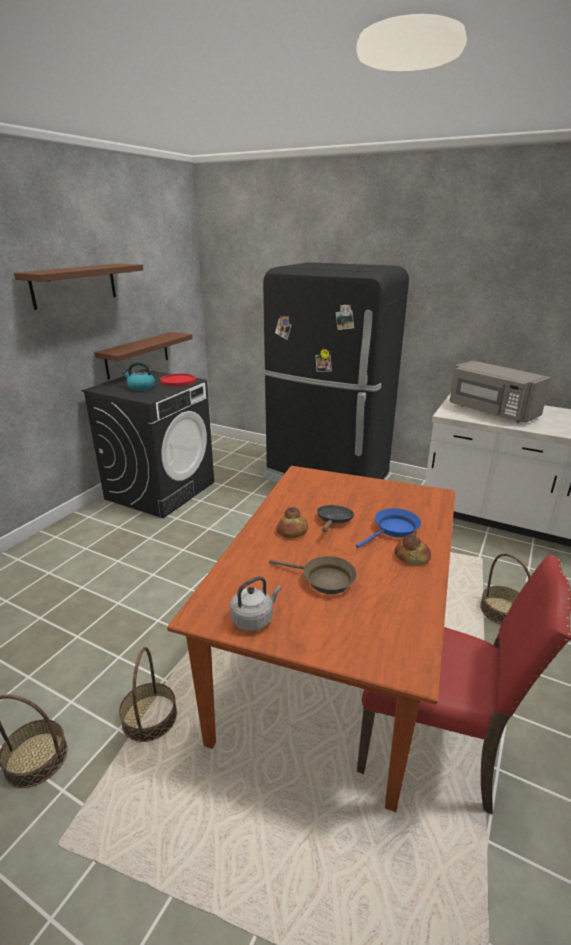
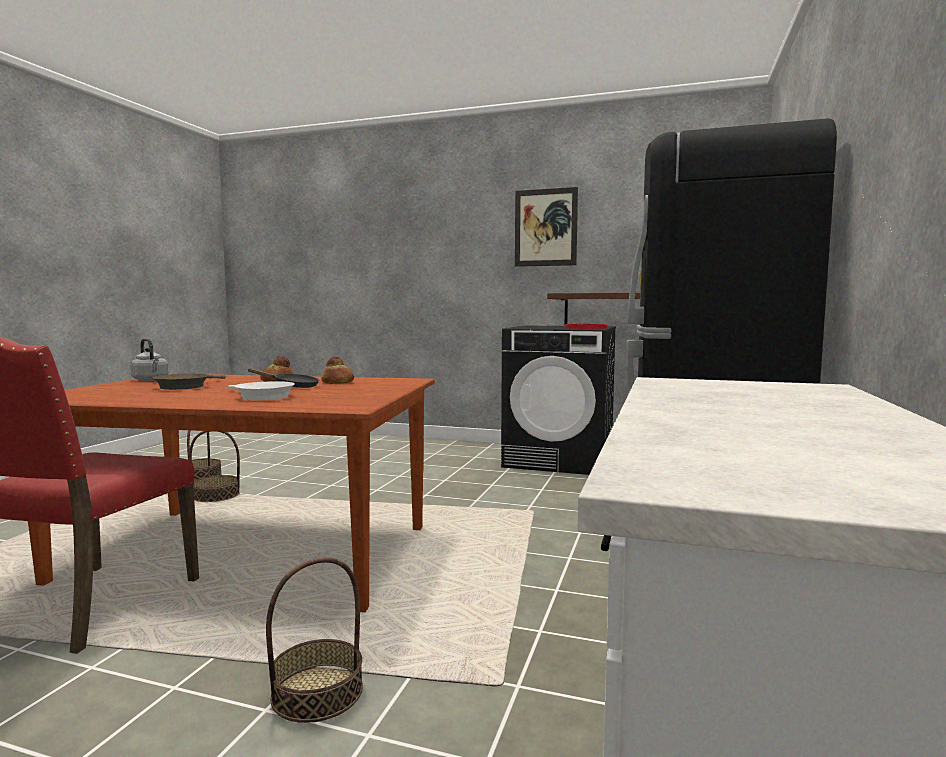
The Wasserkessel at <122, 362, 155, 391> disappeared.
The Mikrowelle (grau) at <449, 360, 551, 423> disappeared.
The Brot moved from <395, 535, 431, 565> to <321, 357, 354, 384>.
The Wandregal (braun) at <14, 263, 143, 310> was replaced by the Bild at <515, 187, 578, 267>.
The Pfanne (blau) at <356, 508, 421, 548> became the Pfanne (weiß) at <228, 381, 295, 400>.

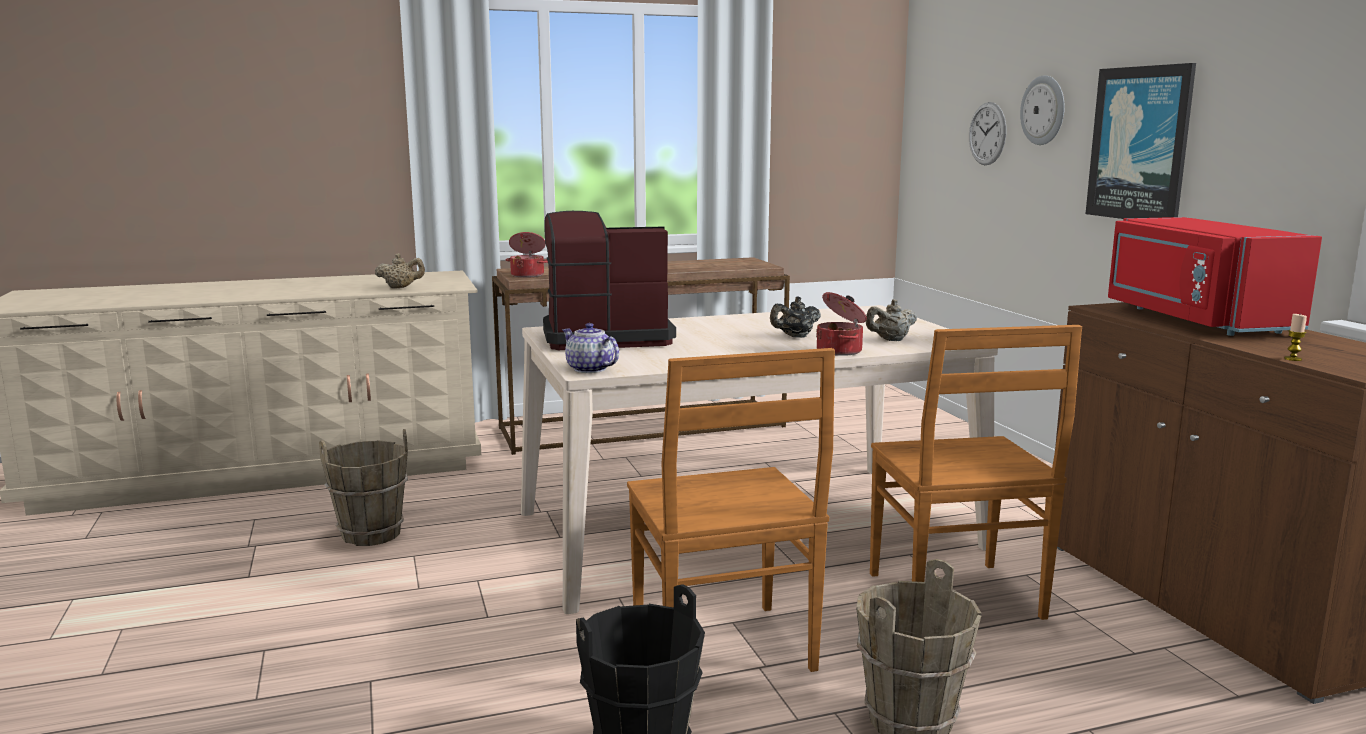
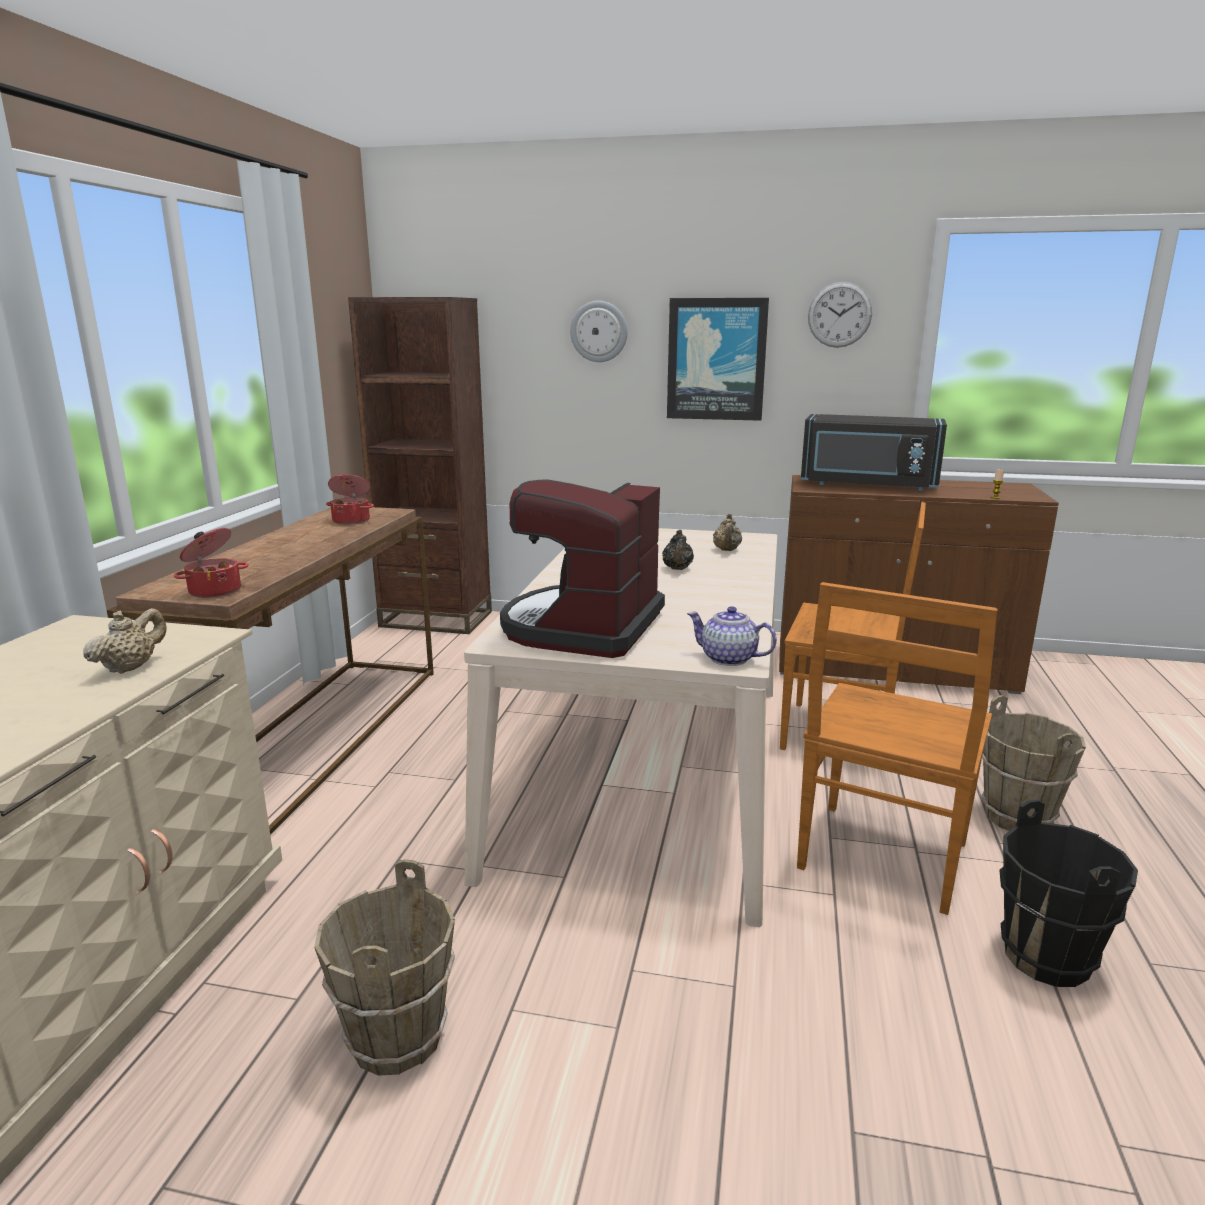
The Bücherregal (braun) at <348, 297, 492, 634> appeared.
The Kochtopf moved from <816, 292, 867, 356> to <326, 474, 374, 525>.
The Wanduhr moved from <969, 102, 1006, 165> to <808, 282, 872, 348>.
The Mikrowelle (rot) at <1108, 217, 1322, 336> became the Mikrowelle (schwarz) at <801, 414, 947, 491>.
The Teekanne at <562, 323, 619, 373> turned 45 degrees clockwise.
The Stuhl (braun) at <627, 348, 835, 672> turned 105 degrees clockwise.

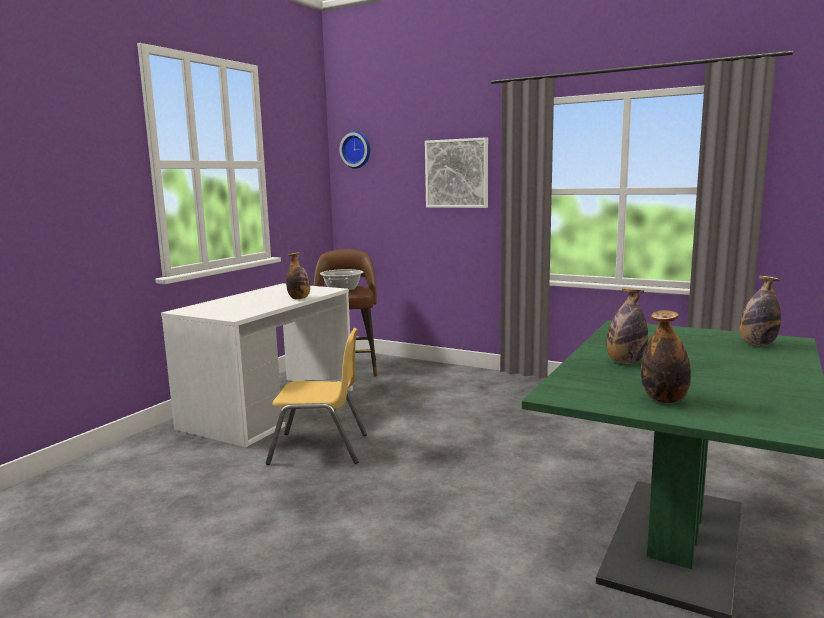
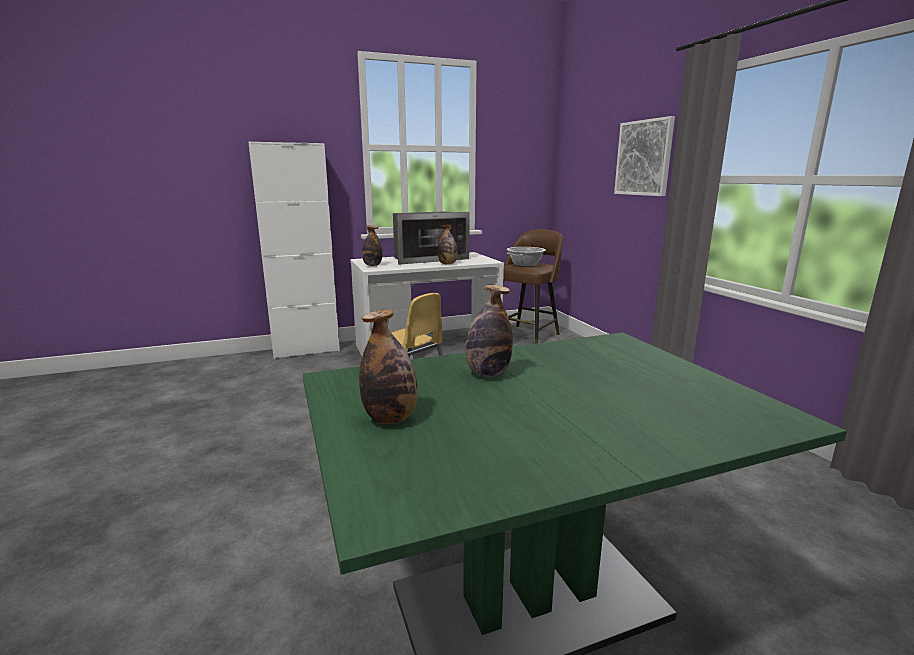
The Wanduhr at <339, 131, 370, 169> disappeared.
The Schrank (weiß) at <248, 142, 340, 359> appeared.
The Mikrowelle at <393, 211, 470, 265> appeared.
The Flasche moved from <739, 276, 781, 346> to <362, 225, 383, 266>.

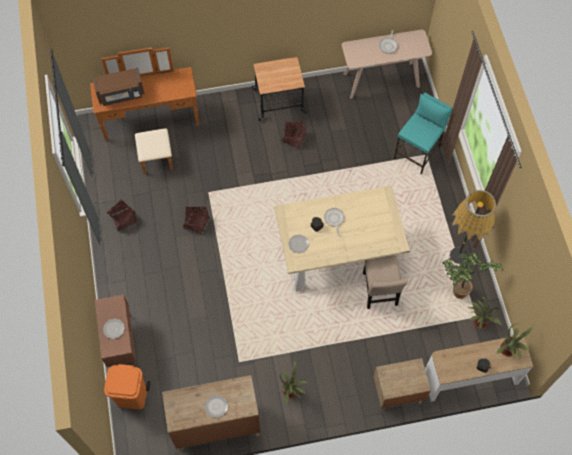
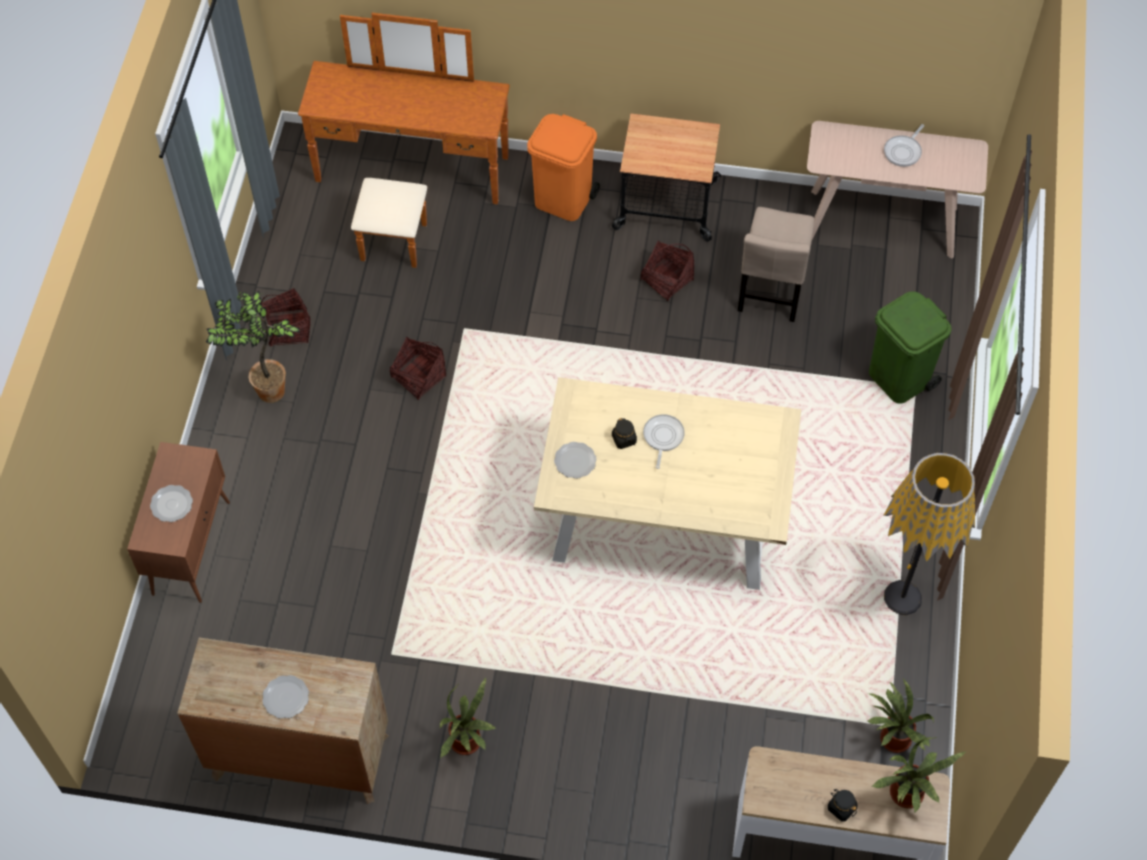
The Mikrowelle (braun) at <93, 68, 144, 106> disappeared.
The Nachttisch (braun) at <373, 358, 431, 412> disappeared.
The Mülleimer (orange) moved from <104, 364, 150, 410> to <527, 114, 600, 221>.
The Stuhl (beige) moved from <363, 255, 408, 309> to <738, 207, 814, 322>.
The Topfpflanze moved from <442, 252, 504, 299> to <206, 291, 300, 403>.
The Hocker (türkis) at <394, 92, 452, 175> was replaced by the Mülleimer (grün) at <869, 291, 952, 404>.

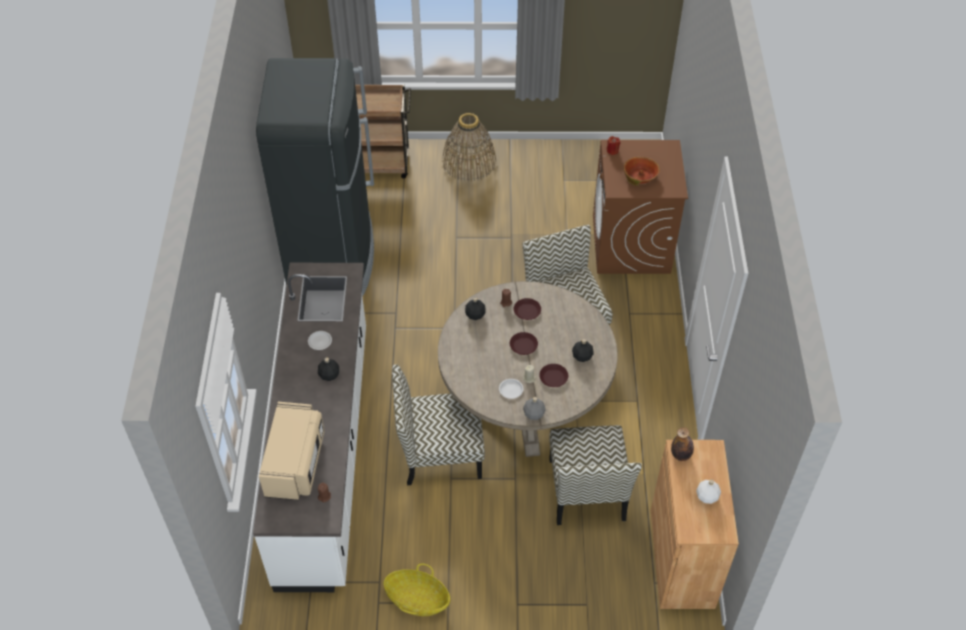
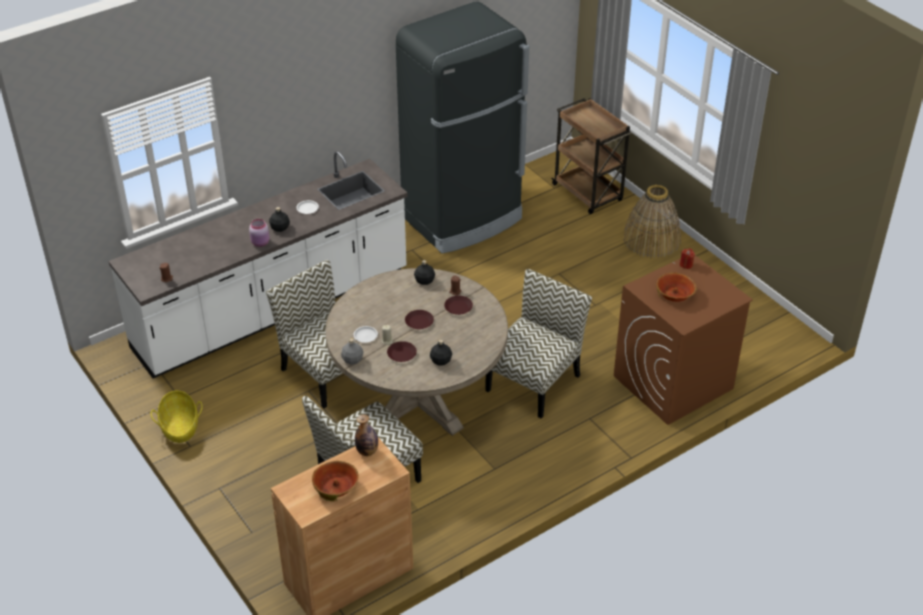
The Mikrowelle (beige) at <259, 402, 325, 500> disappeared.
The Vorratsglas (rosa) at <249, 219, 270, 247> appeared.
The Flasche (weiß) at <696, 480, 721, 504> was replaced by the Schüssel at <312, 461, 359, 502>.

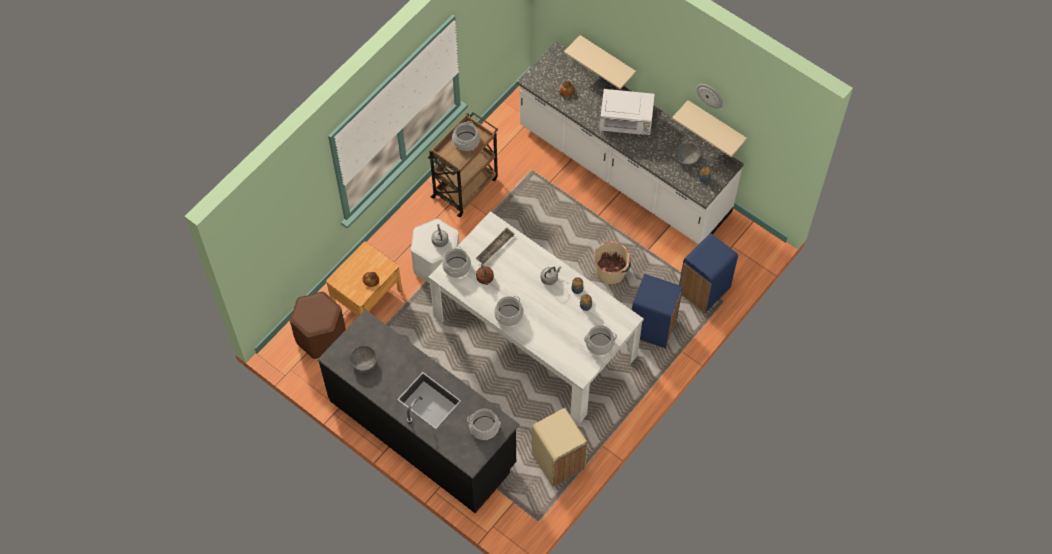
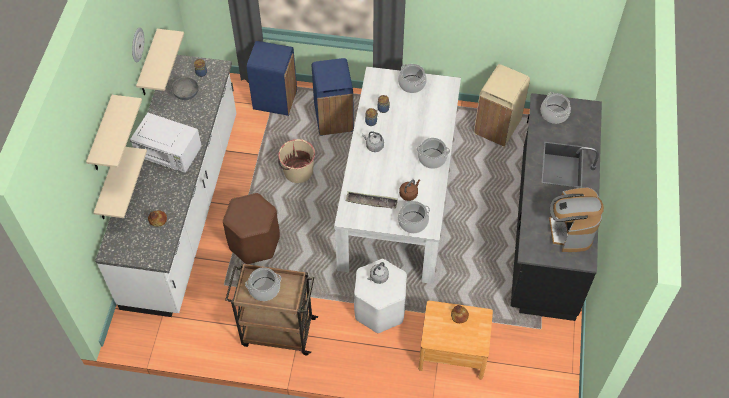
The Wandregal (beige) at <86, 95, 142, 170> appeared.
The Hocker (braun) moved from <290, 292, 346, 359> to <223, 193, 280, 264>.
The Schüssel (grau) at <350, 346, 377, 372> was replaced by the Kaffeemaschine at <549, 188, 604, 252>.
The Mikrowelle (weiß) at <600, 89, 655, 135> turned 135 degrees clockwise.

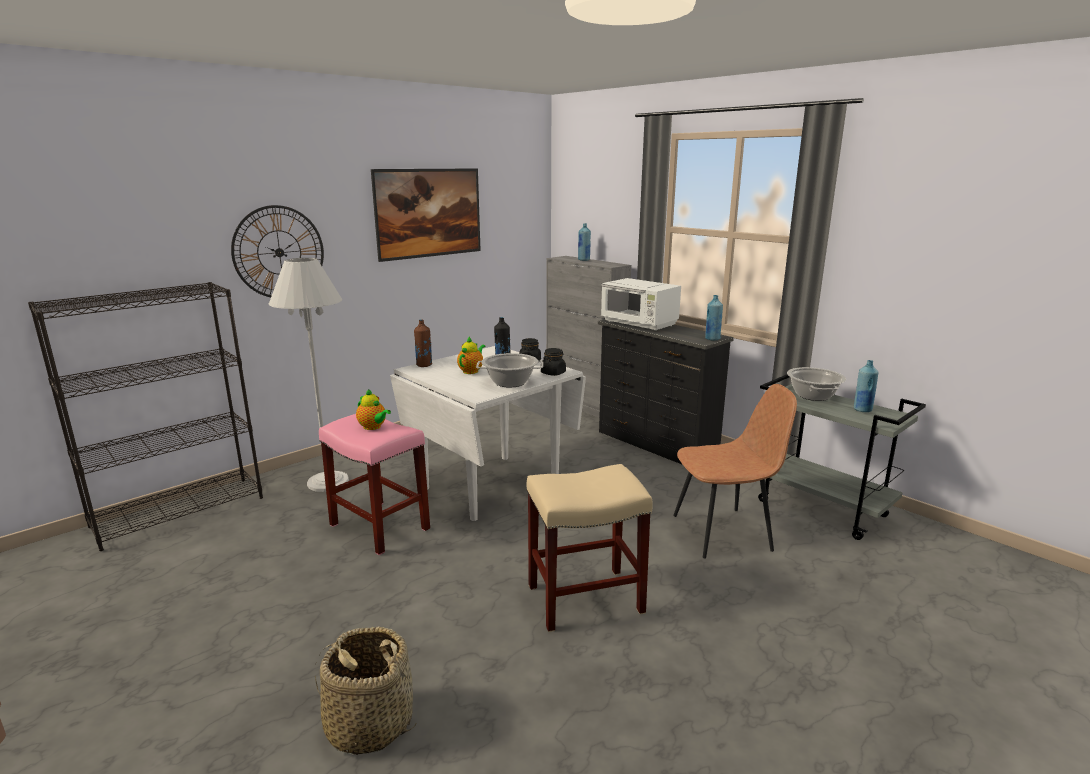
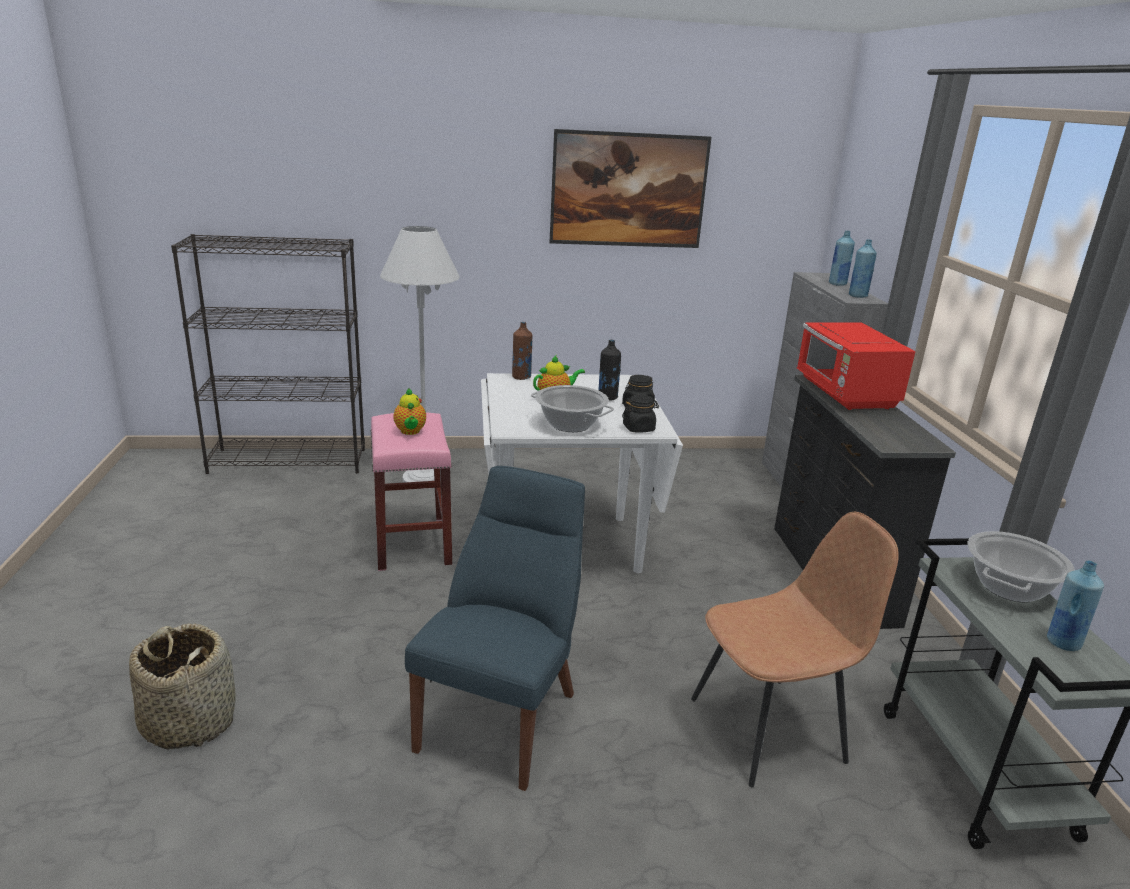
The Wanduhr at <231, 205, 324, 297> disappeared.
The Flasche (blau) moved from <705, 295, 723, 341> to <849, 239, 877, 298>.
The Hocker (beige) at <527, 464, 653, 632> was replaced by the Stuhl (blau) at <405, 466, 585, 791>.
The Mikrowelle (weiß) at <601, 278, 681, 331> became the Mikrowelle (rot) at <797, 322, 916, 410>.
The Stuhl (braun) at <673, 384, 797, 559> turned 45 degrees counterclockwise.

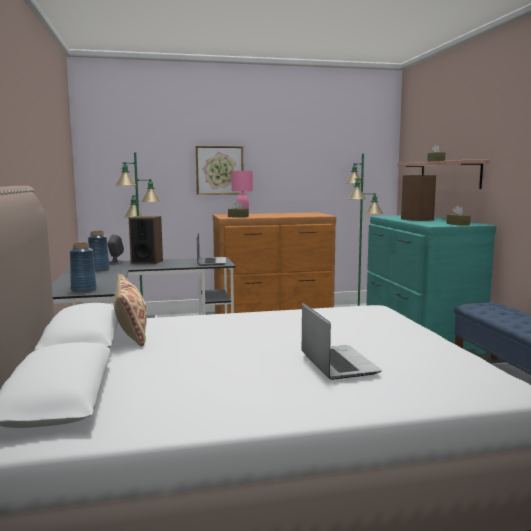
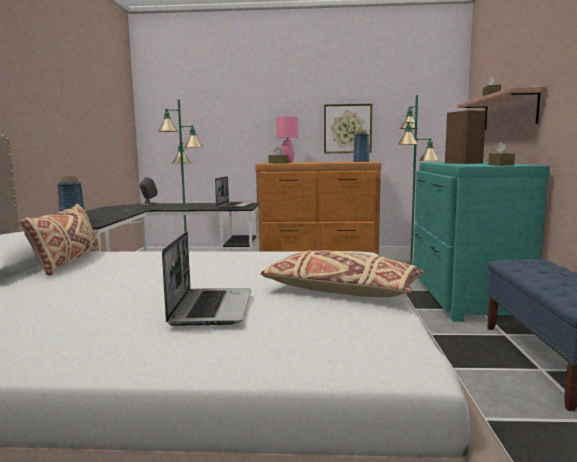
The Lautsprecher at <129, 216, 163, 264> disappeared.
The Kissen (beige) at <261, 250, 424, 297> appeared.
The Vase (blau) moved from <88, 231, 110, 272> to <353, 130, 369, 162>.
The Bild moved from <195, 146, 244, 195> to <324, 104, 372, 153>.

